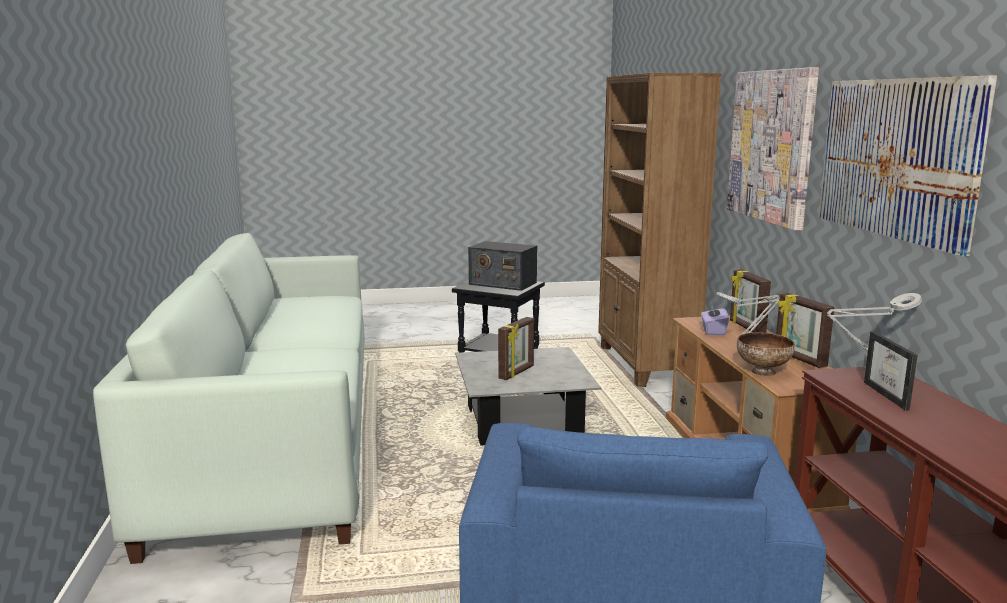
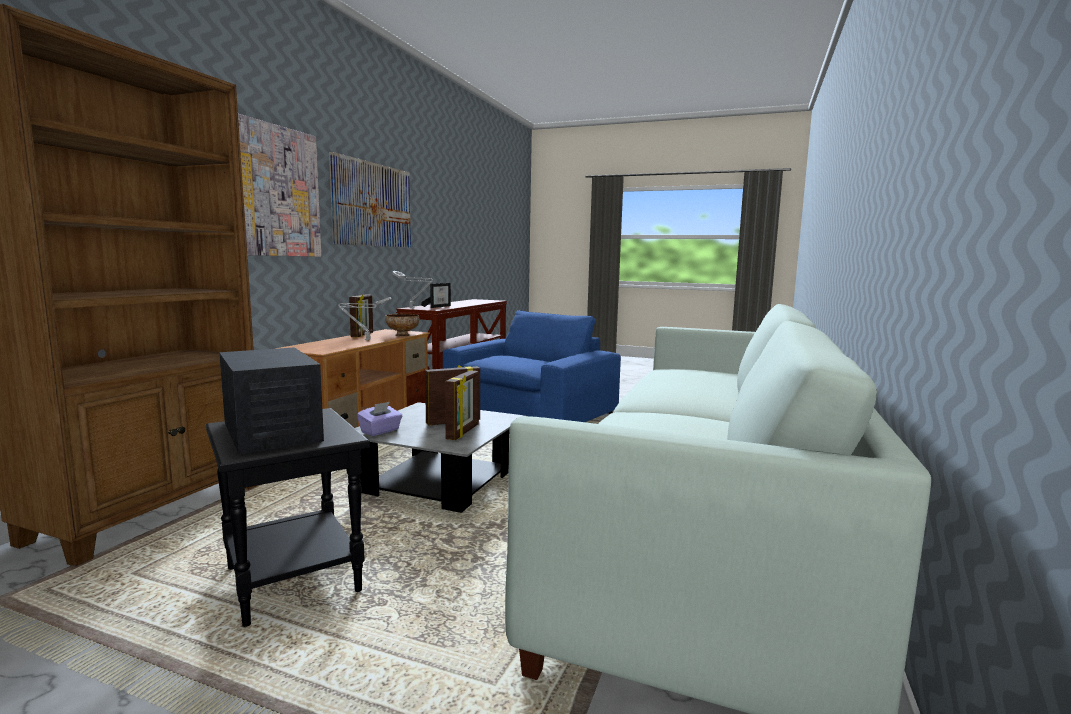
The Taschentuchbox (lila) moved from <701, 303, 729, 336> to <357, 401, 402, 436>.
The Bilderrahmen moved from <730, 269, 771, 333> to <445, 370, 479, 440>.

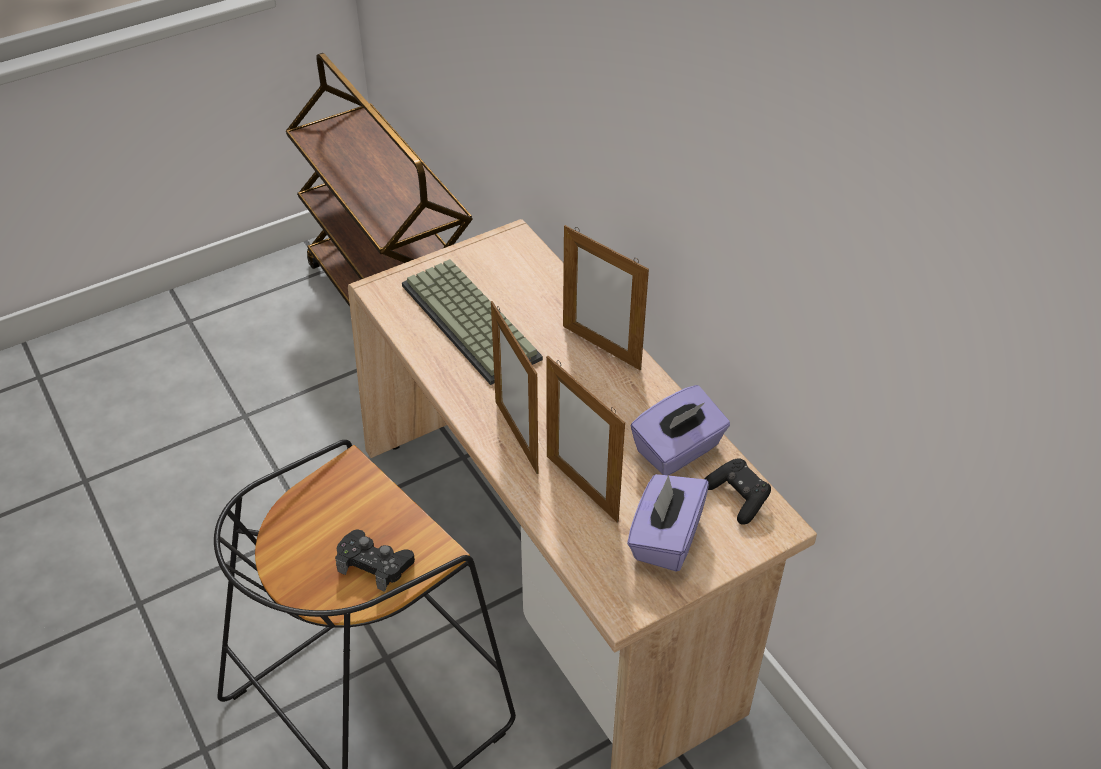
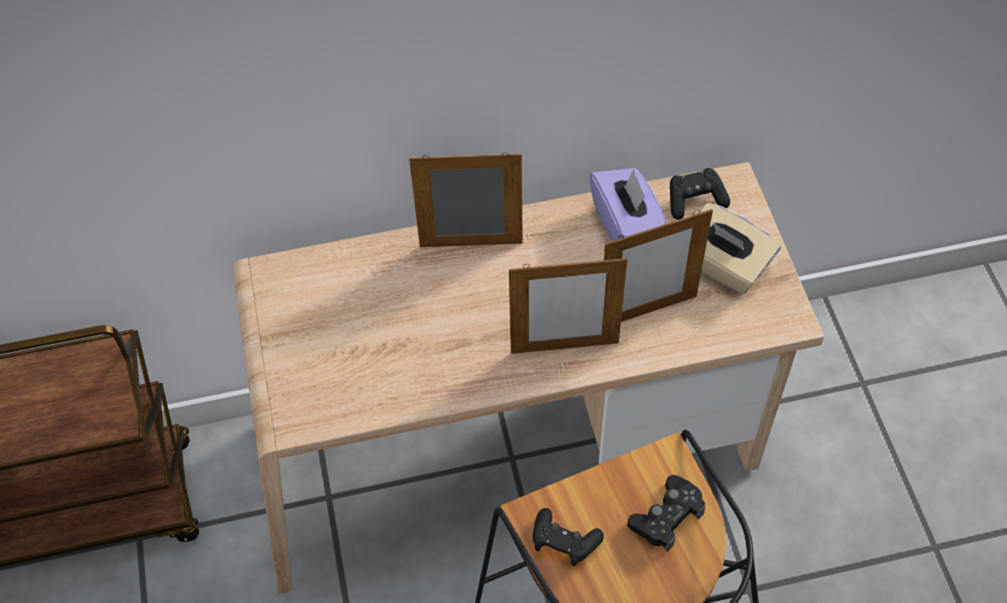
The Tastatur at <402, 259, 543, 385> disappeared.
The Gamepad (schwarz) at <533, 508, 604, 566> appeared.
The Taschentuchbox (lila) at <627, 474, 709, 572> became the Taschentuchbox (beige) at <700, 203, 781, 294>.
The Bilderrahmen at <563, 225, 649, 370> turned 150 degrees counterclockwise.

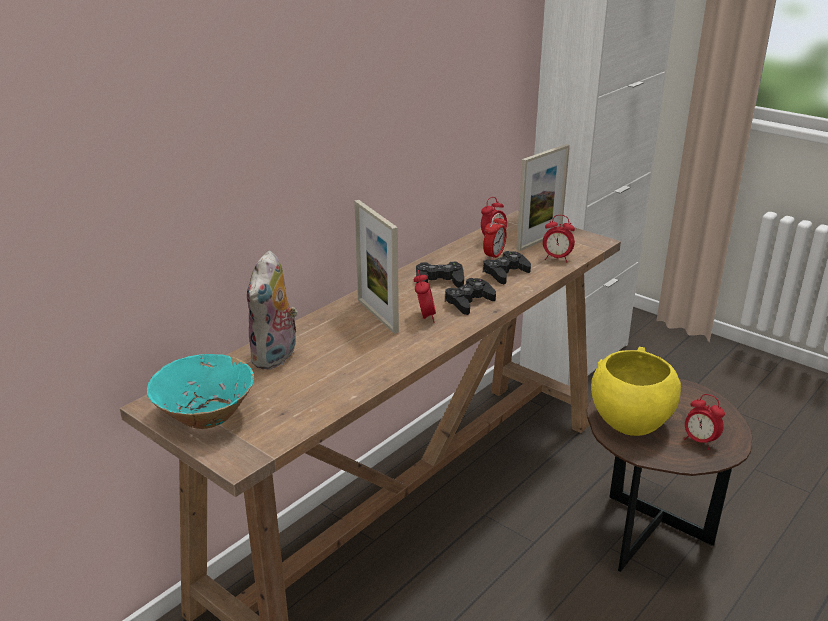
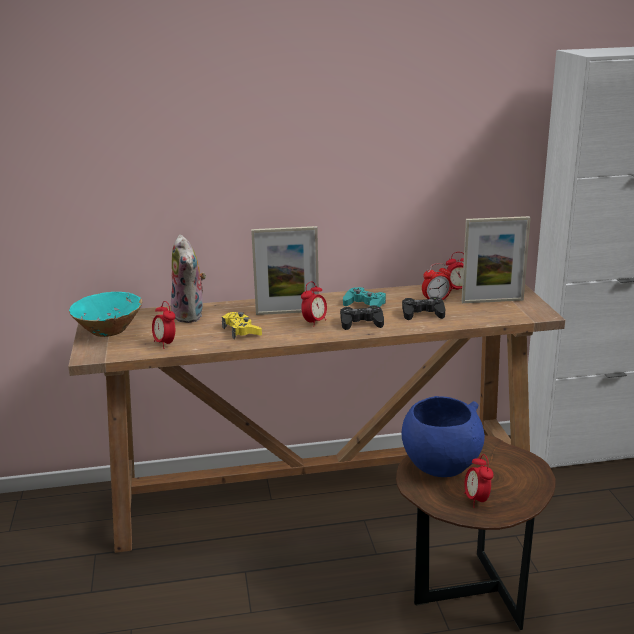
The Gamepad (gelb) at <222, 312, 262, 339> appeared.
The Wecker moved from <543, 215, 575, 262> to <152, 301, 176, 349>.
The Gamepad (schwarz) at <416, 262, 464, 288> became the Gamepad (türkis) at <343, 287, 386, 307>.
The Schüssel (gelb) at <591, 346, 681, 436> became the Schüssel (blau) at <402, 396, 485, 477>.
The Plüschtier at <247, 251, 298, 370> turned 75 degrees counterclockwise.
The Bilderrahmen at <354, 200, 399, 334> turned 105 degrees counterclockwise.

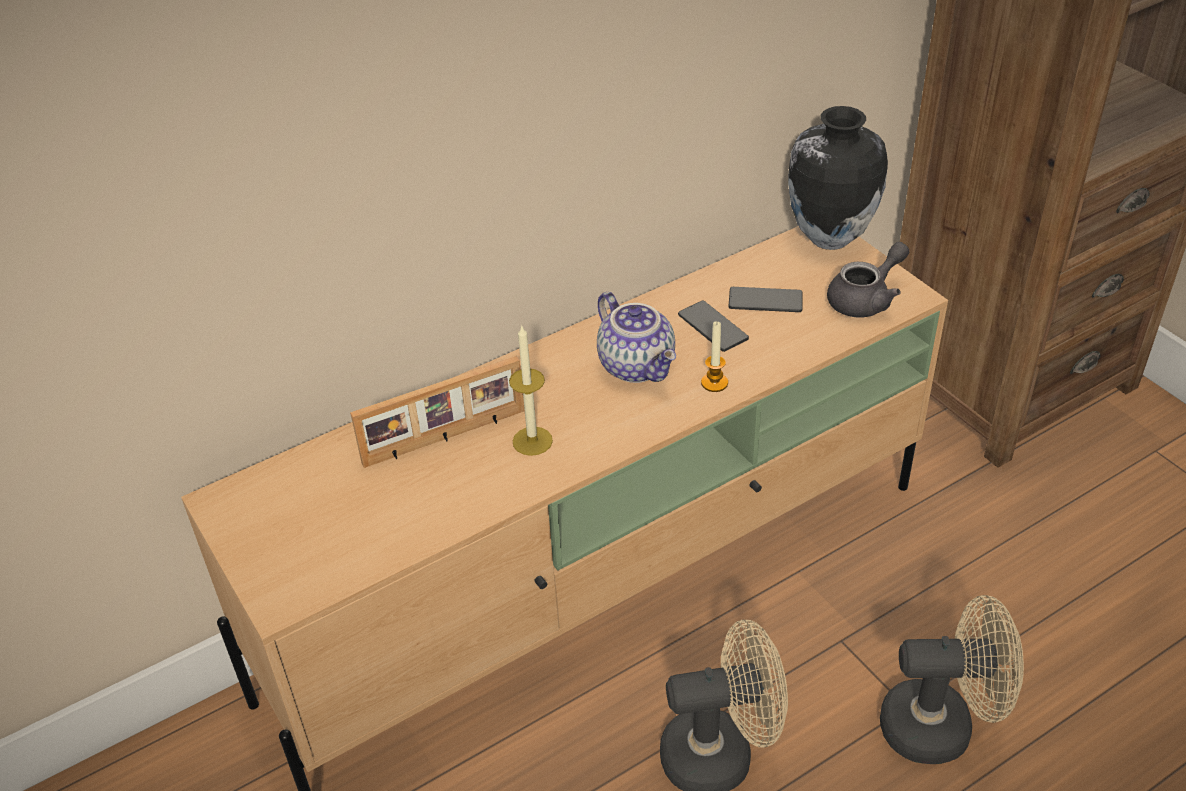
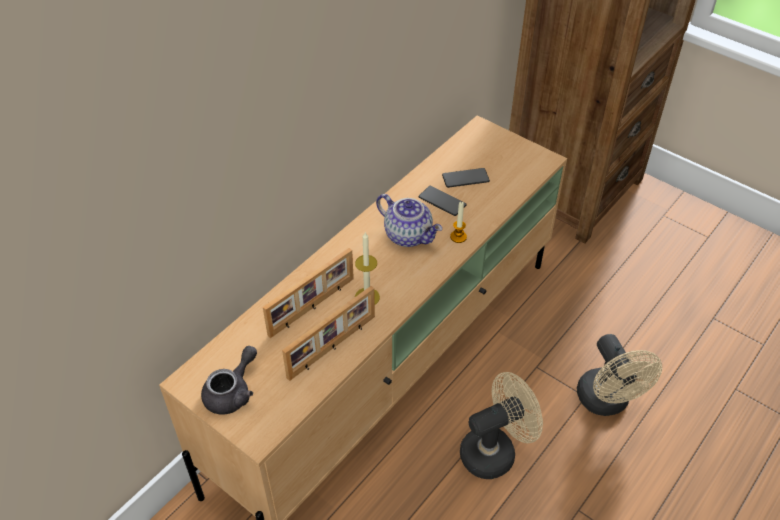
The Vase at <788, 106, 888, 250> disappeared.
The Bilderrahmen at <282, 286, 375, 381> appeared.
The Teekanne (grau) moved from <827, 242, 909, 318> to <201, 346, 257, 415>.
The Ventilator (beige) at <880, 595, 1024, 764> turned 90 degrees clockwise.

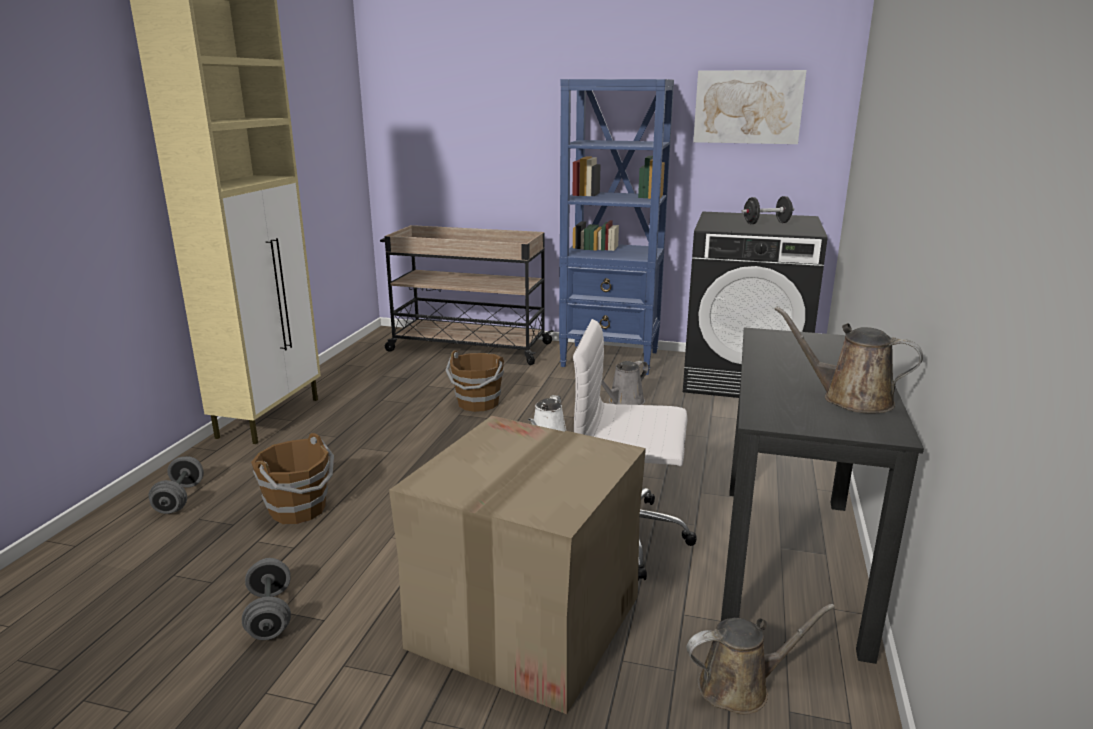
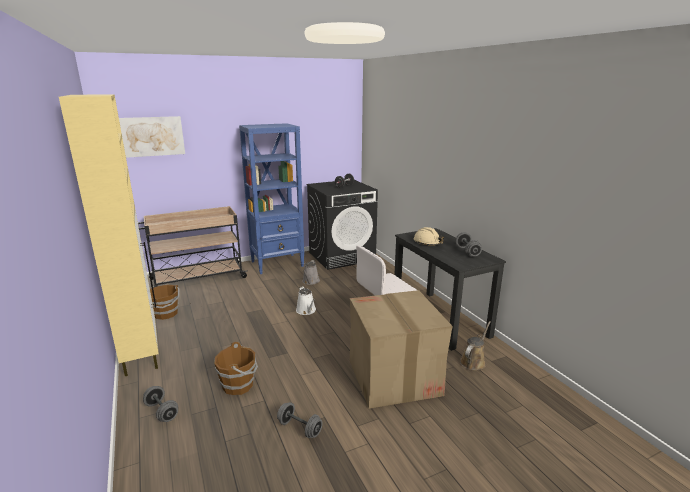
The Schutzhelm (beige) at <414, 227, 444, 245> appeared.
The Eimer (braun) moved from <445, 350, 504, 412> to <150, 284, 180, 320>.
The Bild moved from <693, 70, 807, 144> to <119, 116, 185, 158>.
The Gießkanne (braun) at <775, 306, 923, 414> was replaced by the Hantel (grau) at <456, 232, 482, 257>.

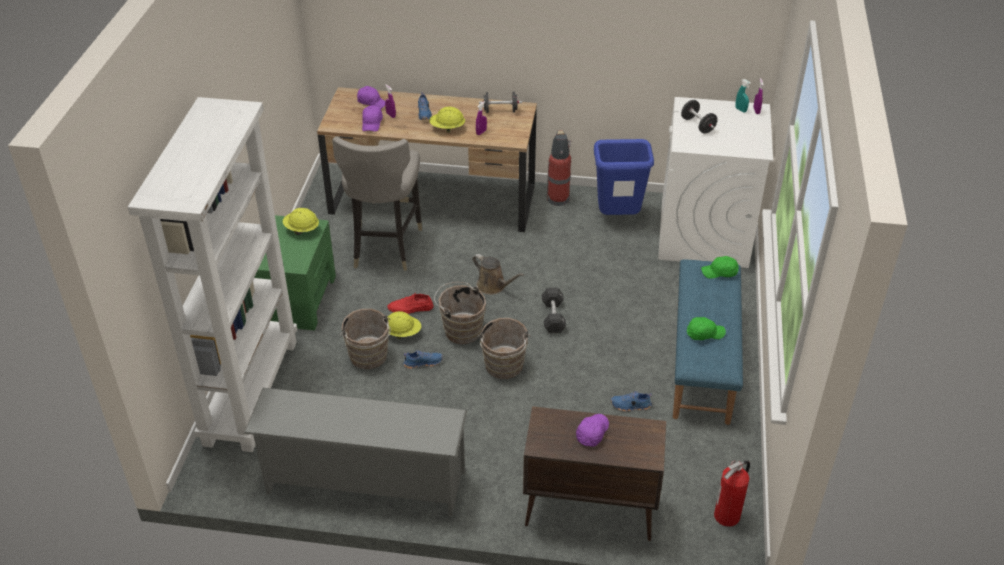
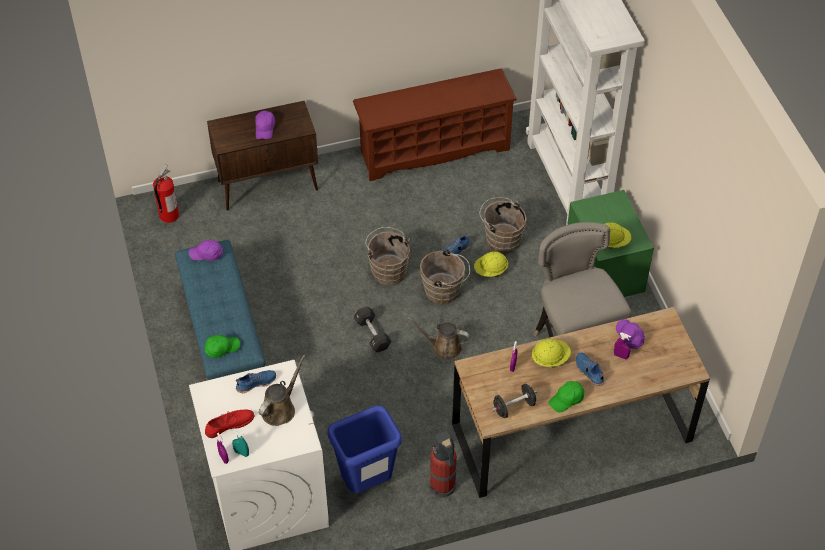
The Kappe (lila) moved from <357, 86, 385, 109> to <189, 240, 223, 261>.
The Schuh (rot) moved from <387, 294, 434, 314> to <205, 410, 254, 438>.
The Schuh (blau) moved from <611, 391, 652, 412> to <236, 370, 276, 393>.
The Kappe (grün) moved from <687, 317, 726, 340> to <548, 381, 584, 412>.
The Hantel (schwarz) at <681, 100, 718, 134> was replaced by the Gießkanne (braun) at <259, 355, 306, 426>.
The Schuhregal (grau) at <244, 388, 467, 517> became the Schuhregal (braun) at <353, 68, 517, 181>.

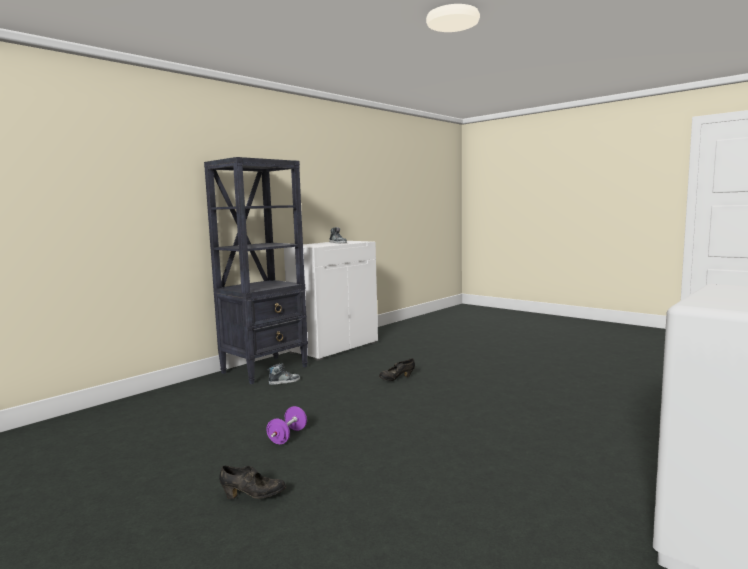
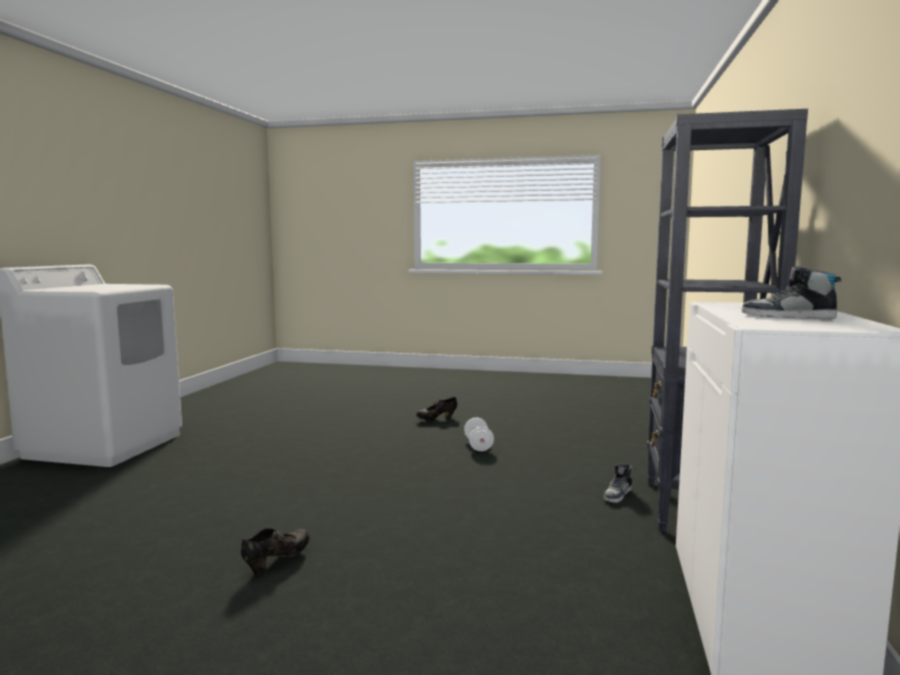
The Schuh (schwarz) moved from <379, 358, 415, 381> to <241, 528, 310, 575>.
The Hantel (lila) at <266, 406, 307, 444> became the Hantel (weiß) at <464, 418, 494, 451>.

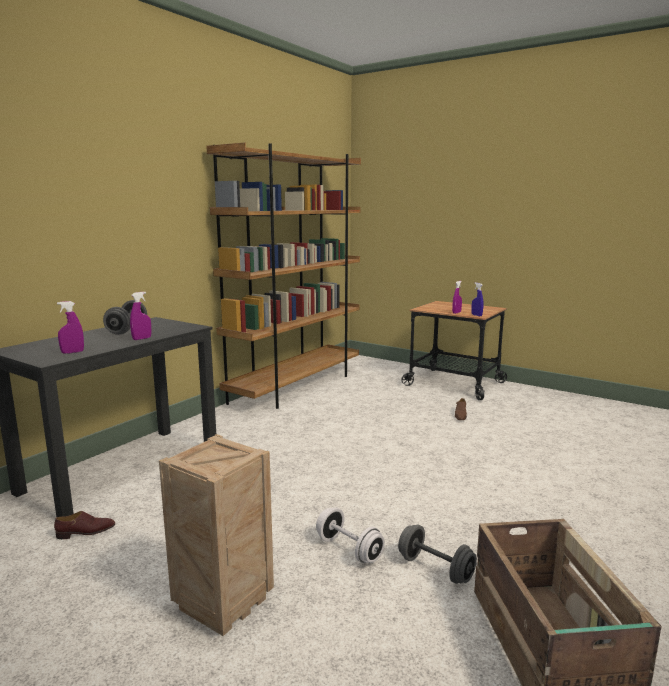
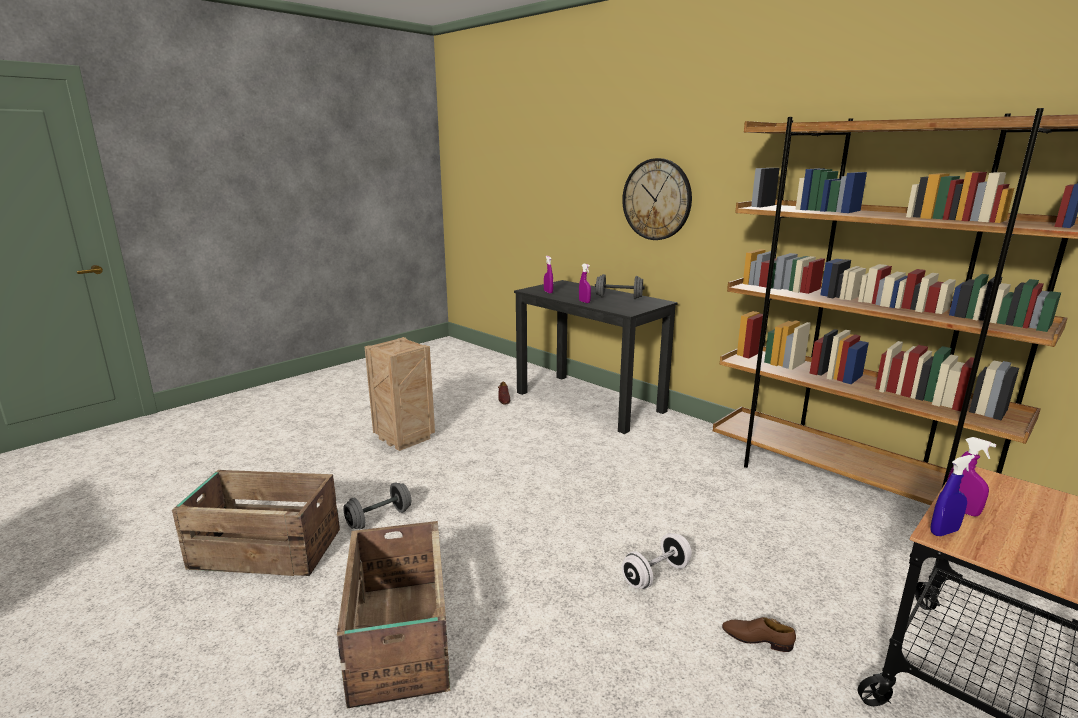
The Kiste at <337, 521, 450, 708> appeared.
The Wanduhr at <622, 158, 692, 240> appeared.
The Hantel (weiß) moved from <316, 507, 385, 563> to <622, 533, 692, 589>.

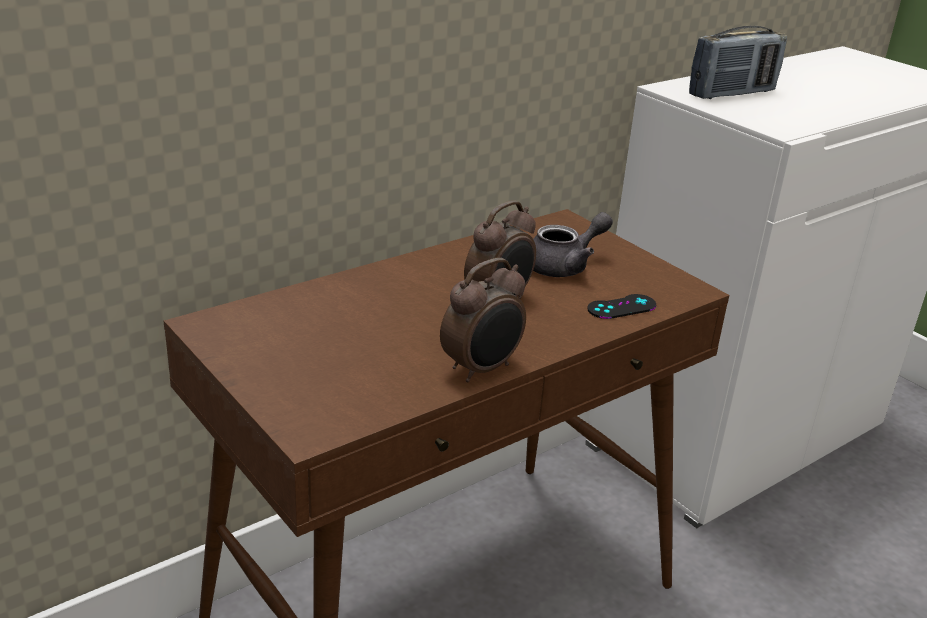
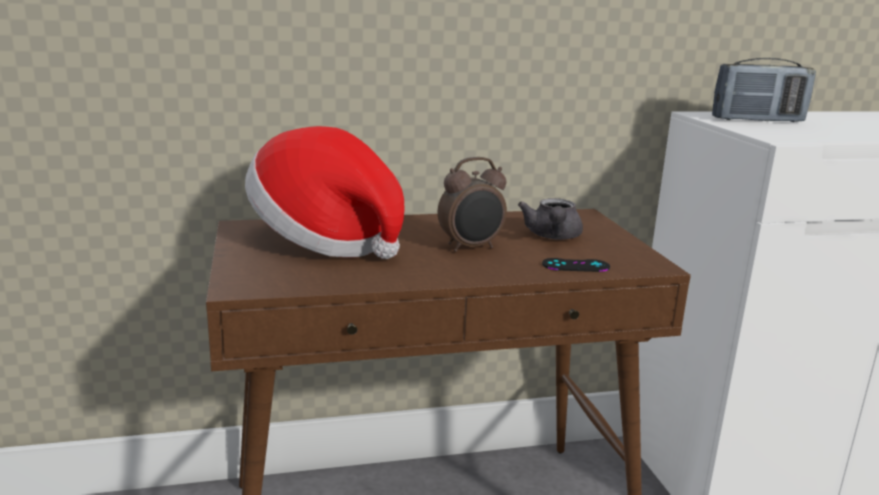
The Wecker at <440, 258, 526, 383> disappeared.
The Hut at <245, 126, 404, 259> appeared.
The Teekanne (grau) at <533, 212, 613, 277> turned 105 degrees clockwise.

